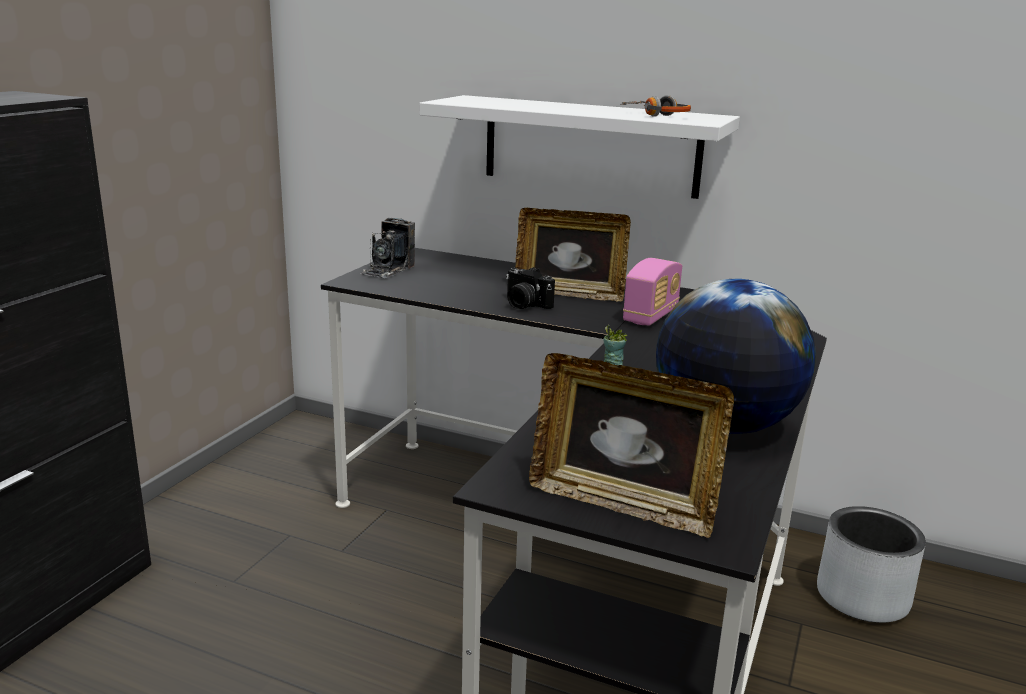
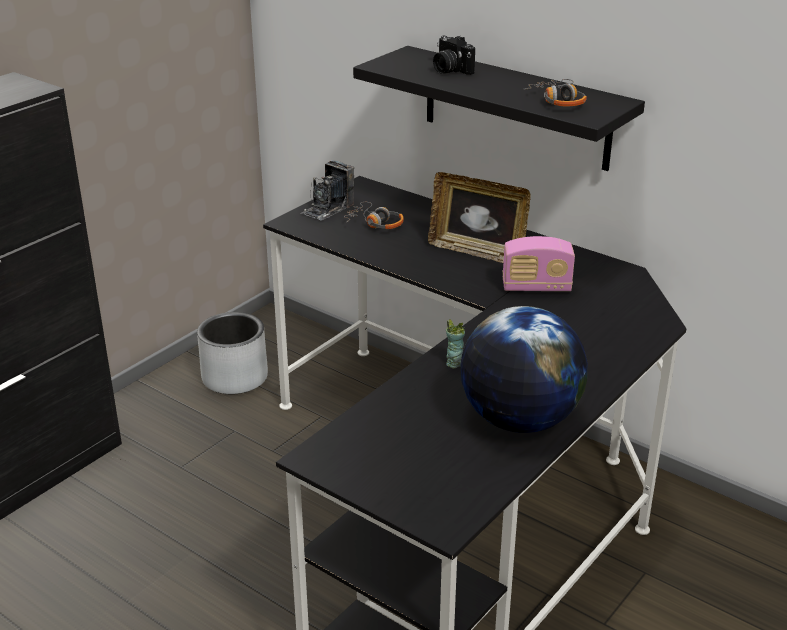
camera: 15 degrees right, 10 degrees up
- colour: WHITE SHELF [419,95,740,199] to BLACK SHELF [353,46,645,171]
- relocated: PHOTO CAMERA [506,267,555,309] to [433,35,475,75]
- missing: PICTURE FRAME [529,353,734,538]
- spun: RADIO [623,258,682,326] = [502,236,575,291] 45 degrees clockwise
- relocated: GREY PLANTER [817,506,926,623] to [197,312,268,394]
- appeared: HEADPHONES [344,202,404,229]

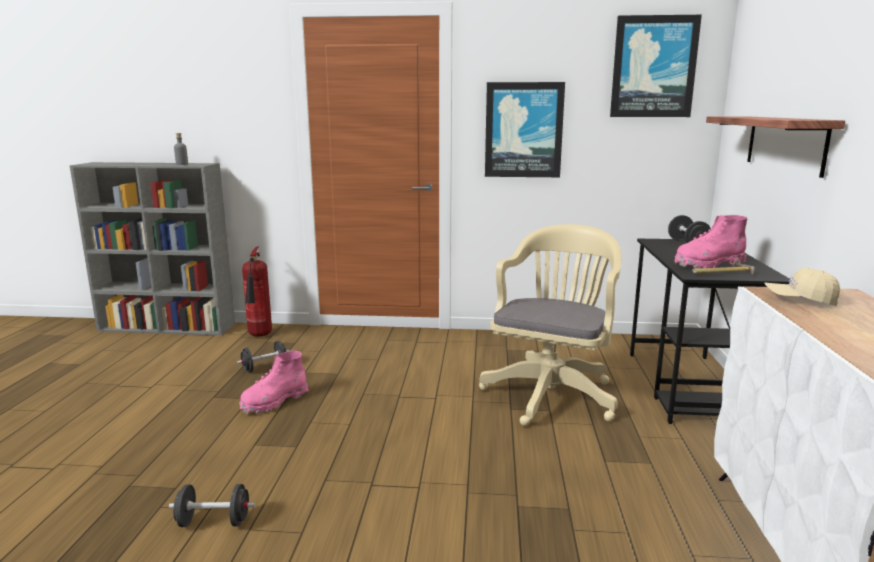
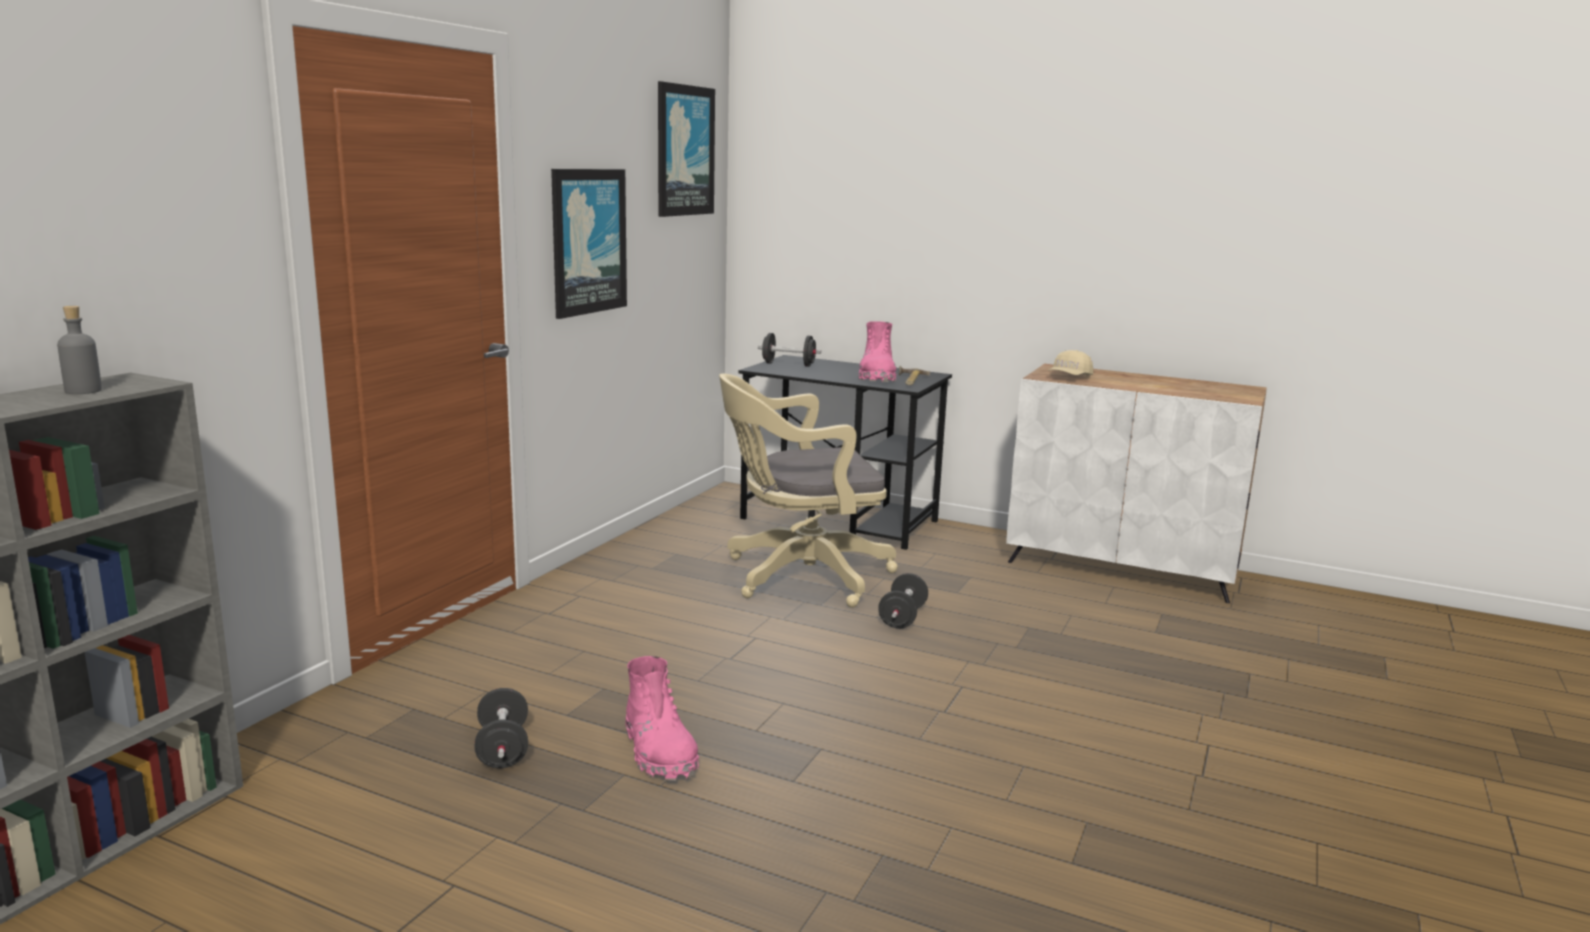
camera: 70 degrees left, 0 degrees up
- relocated: BLACK DUMBBELL [169,484,255,527] to [878,573,928,629]
- missing: FIRE EXTINGUISHER [242,246,272,336]
- spun: BEIGE OFFICE CHAIR [479,224,621,426] = [719,373,898,608] 60 degrees counterclockwise
- missing: SHELF [706,116,845,178]

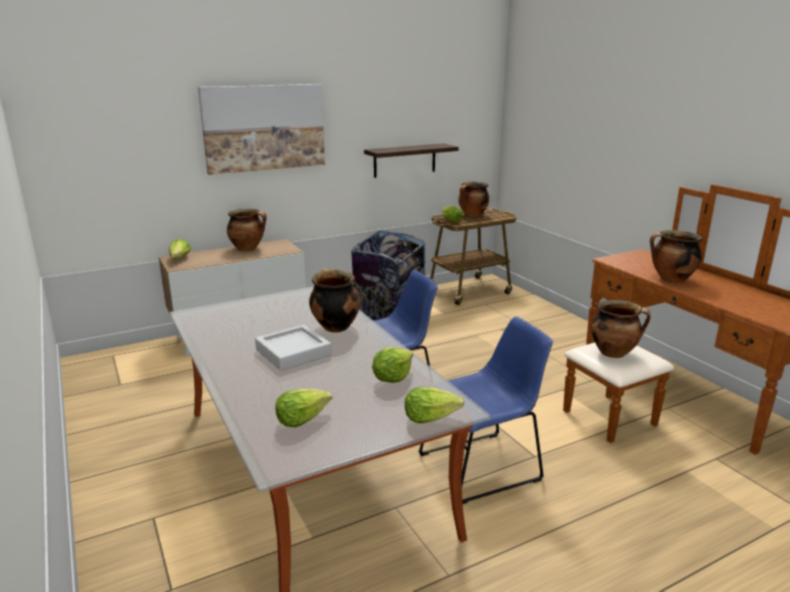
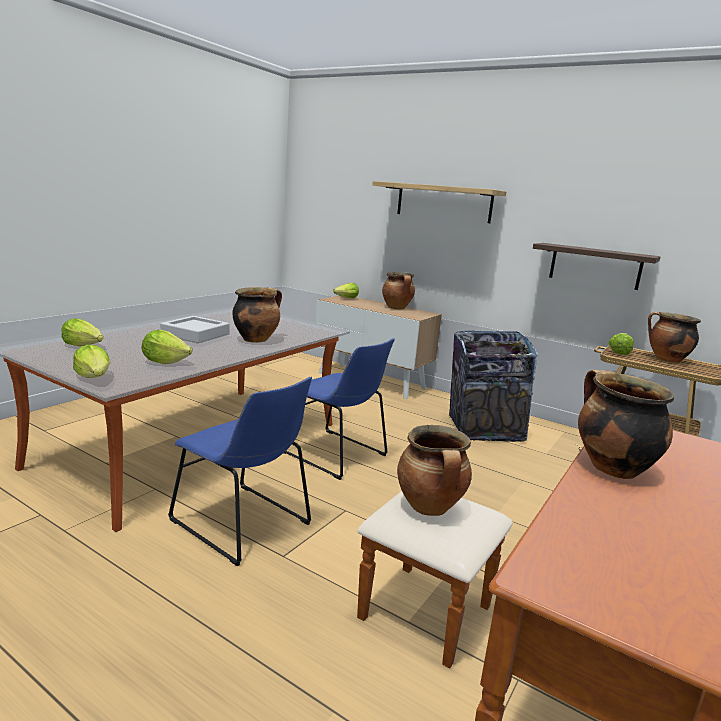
camera: 60 degrees right, 5 degrees down
- exchanged: PICTURE [198,84,325,175] to SHELF [373,181,506,223]

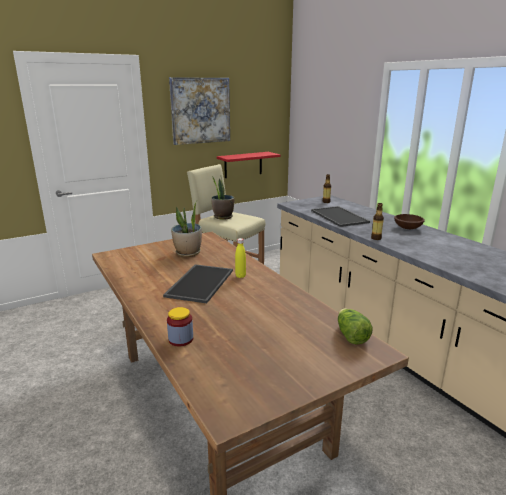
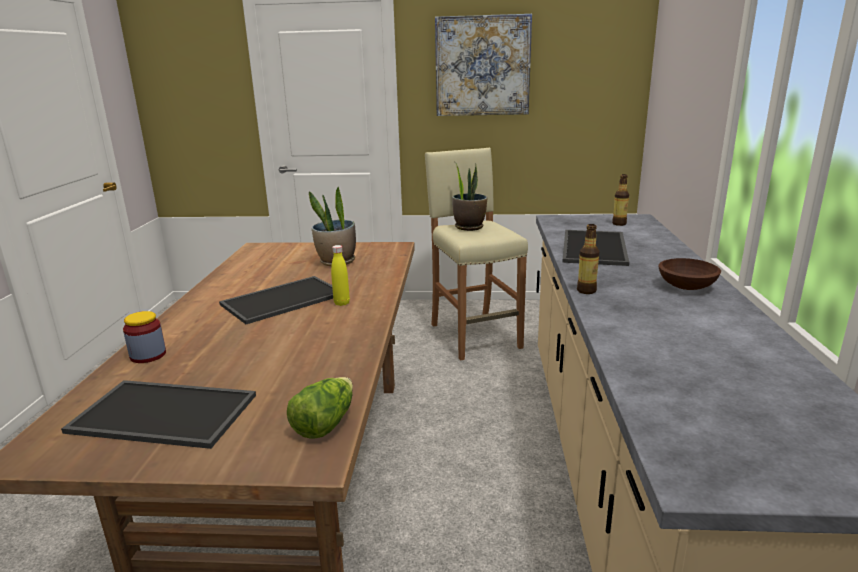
camera: 35 degrees right, 0 degrees up
- missing: RED SHELF [217,152,280,178]
- appeared: TRAY [61,380,256,449]

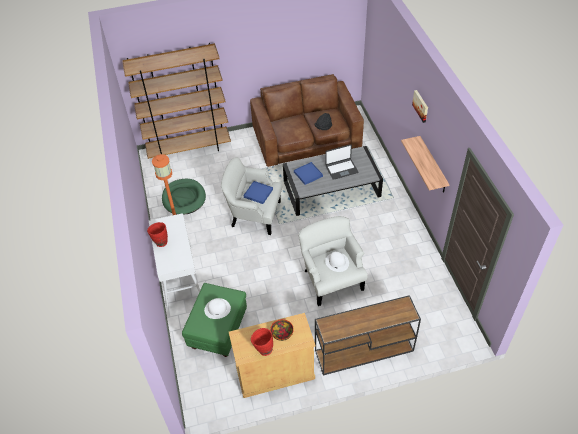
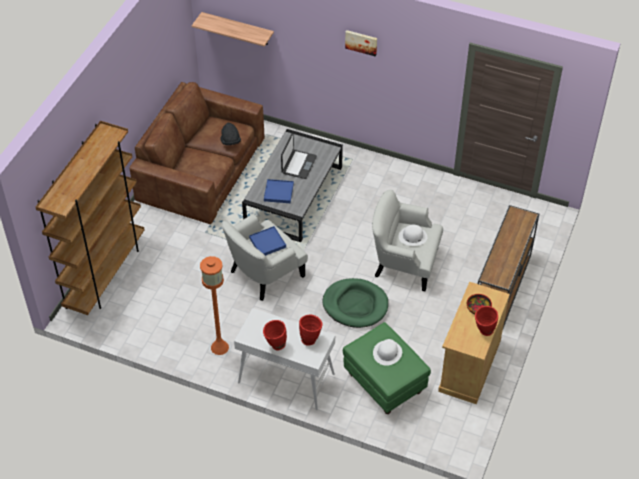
camera: 55 degrees left, 0 degrees up
- relocated: GREEN DOG BED [162,179,206,215] to [322,278,388,328]
- relocated: SHELF [401,136,449,193] to [192,12,274,47]
- appeared: RED VASE [299,315,322,346]

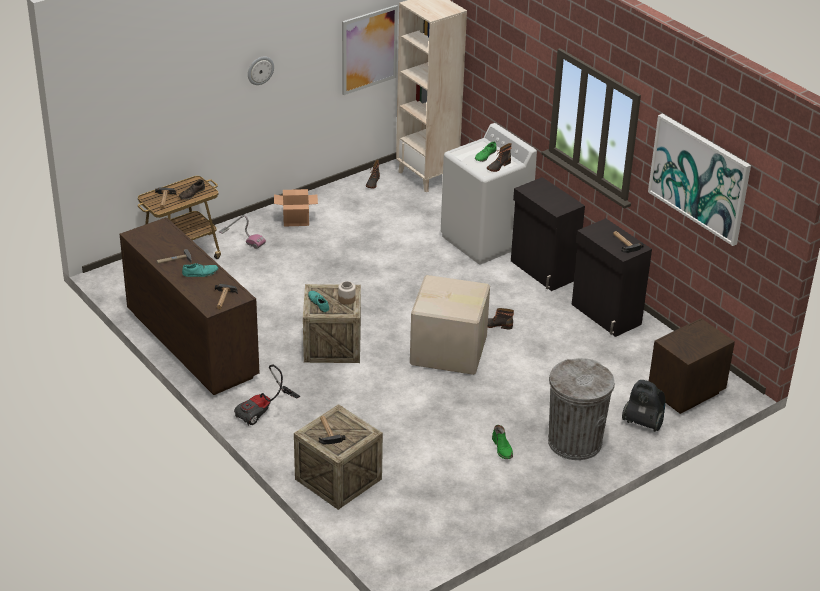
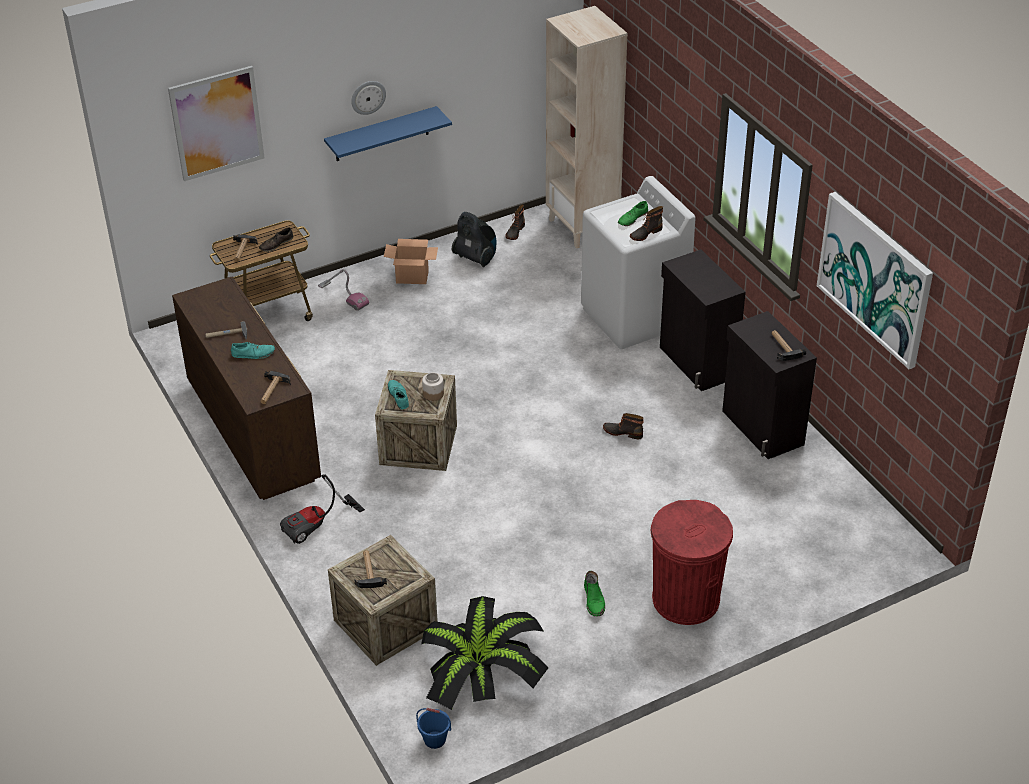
camera: 10 degrees right, 5 degrees up
- relocated: PICTURE [342,5,398,95] to [168,66,265,181]
- missing: CARDBOARD BOX [410,275,490,375]
- colour: GREY TRASH CAN [548,358,615,460] to RED TRASH CAN [651,500,733,625]
- relocated: VACUUM CLEANER [622,380,665,432] to [452,212,496,267]
- missing: BROWN NIGHTSTAND [649,318,735,414]
- appeared: BLUE SHELF [324,106,452,161]
- appeared: BLUE BUCKET [416,708,451,749]
- appeared: POTTED PLANT [421,596,548,710]

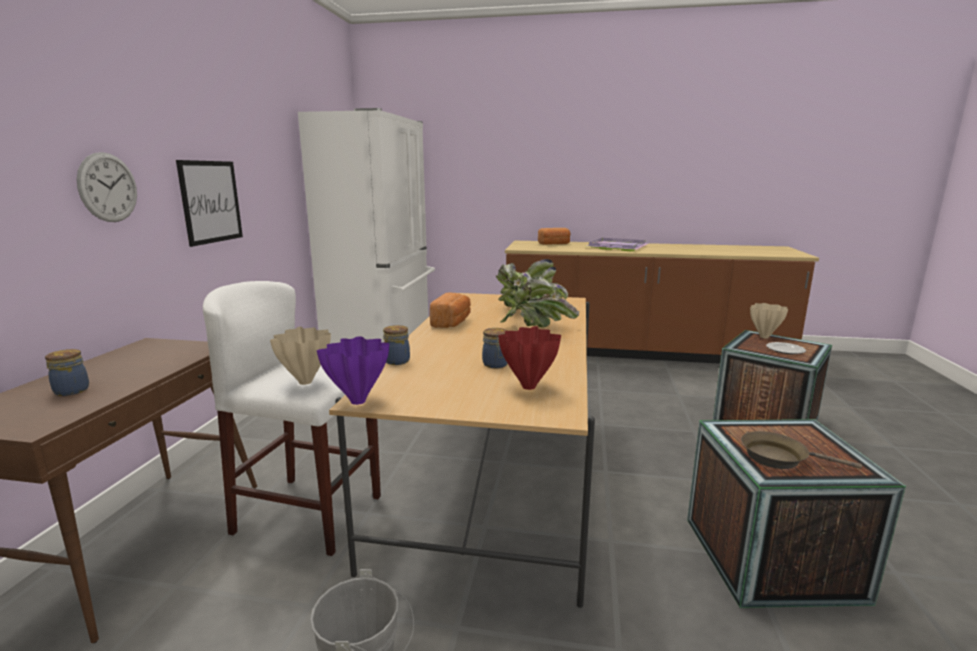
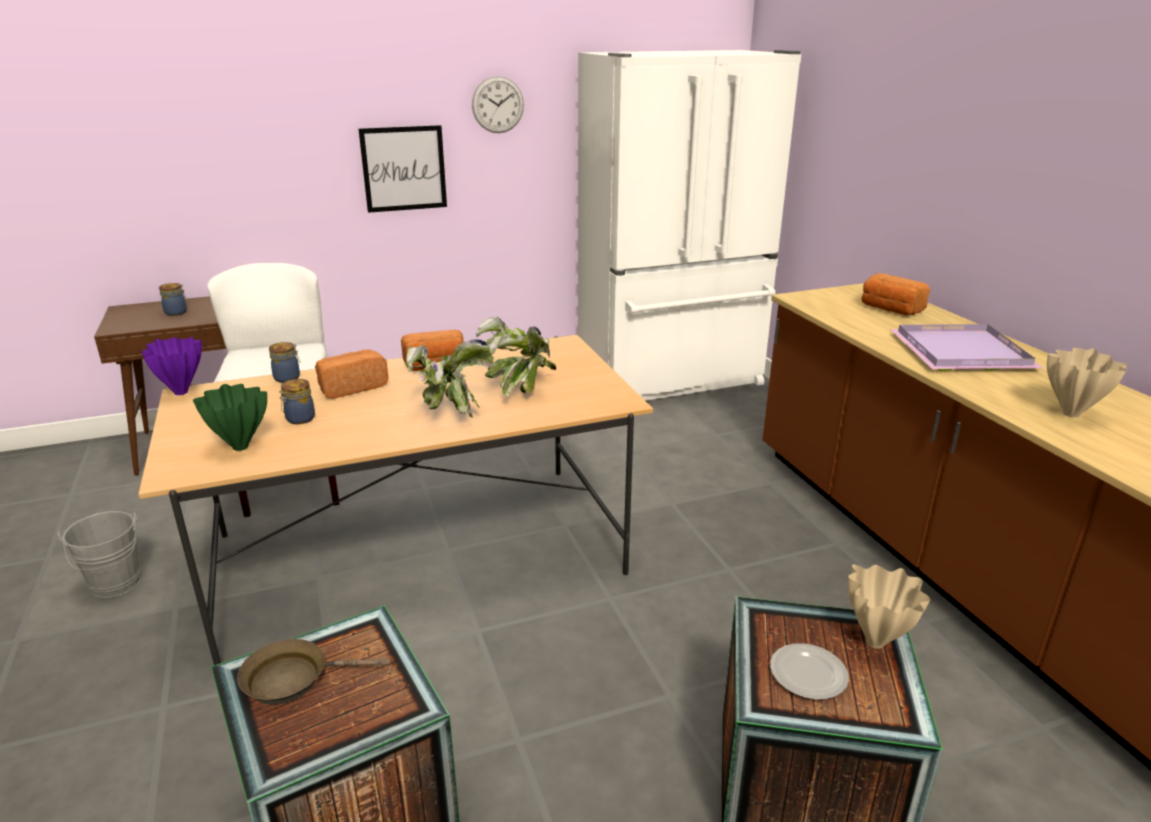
camera: 60 degrees right, 10 degrees up
- relocated: WALL CLOCK [77,152,137,222] to [472,76,524,133]
- relocated: BEIGE VASE [270,327,331,385] to [1047,348,1127,418]
- colour: RED VASE [498,326,561,390] to GREEN VASE [193,384,267,451]
- spun: BROWN FRYING PAN [741,431,862,469] = [237,639,390,705] 90 degrees counterclockwise
- appeared: BREAD [315,350,389,399]

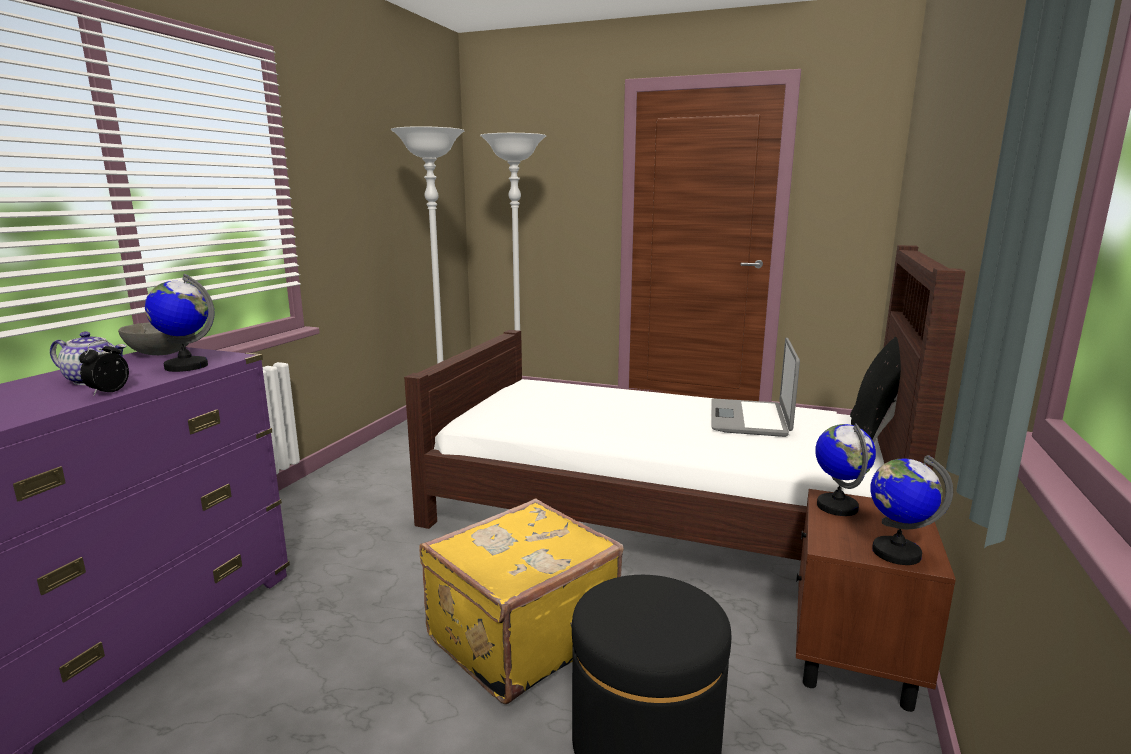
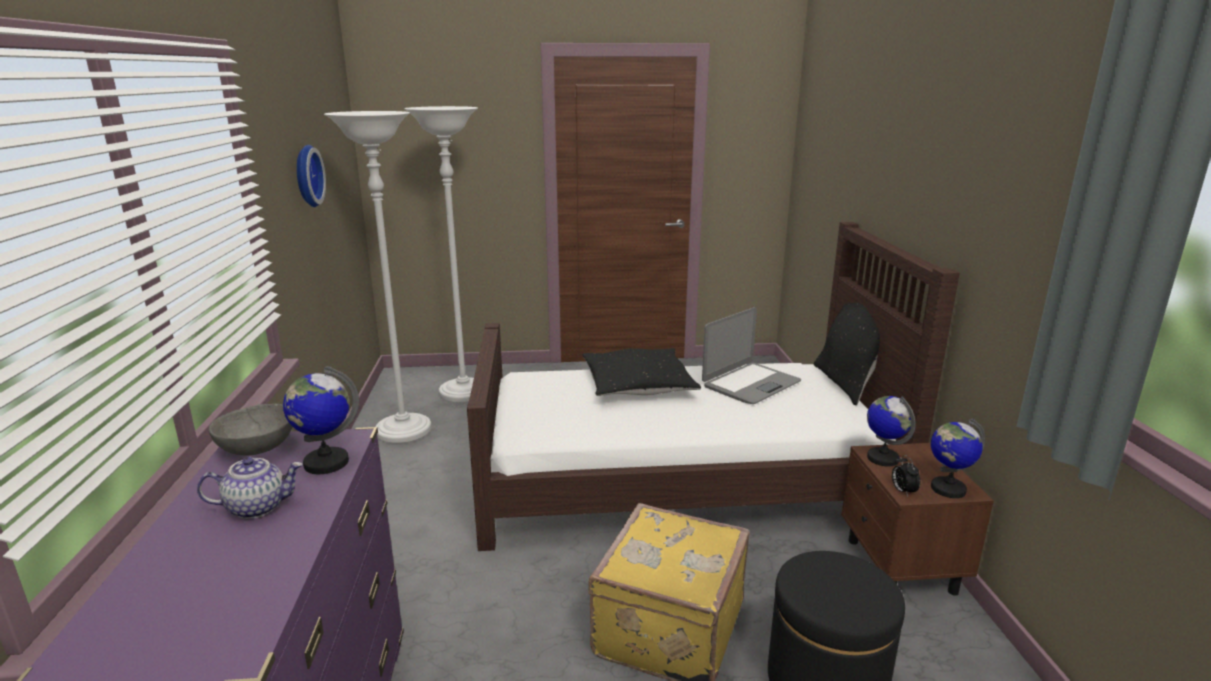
camera: 25 degrees left, 5 degrees up
- relocated: ALARM CLOCK [79,340,129,395] to [892,455,920,497]
- spun: LAPTOP [712,338,800,437] = [702,307,801,404] 120 degrees counterclockwise
- appeared: WALL CLOCK [297,145,326,207]
- appeared: BLACK PILLOW [583,348,701,396]

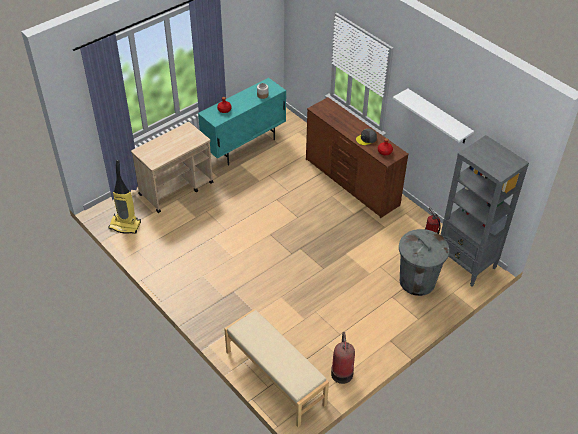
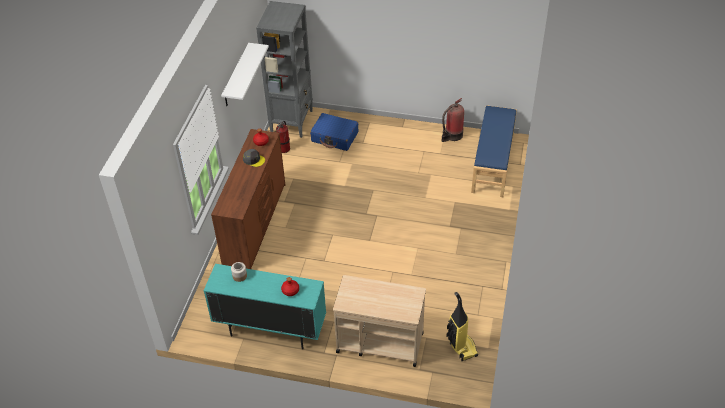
camera: 125 degrees left, 0 degrees up
- colour: BEIGE BENCH [224,309,329,427] to BLUE BENCH [471,105,517,197]
- exchanged: GREY TRASH CAN [399,229,449,296] to BLUE SUITCASE [310,113,358,151]

